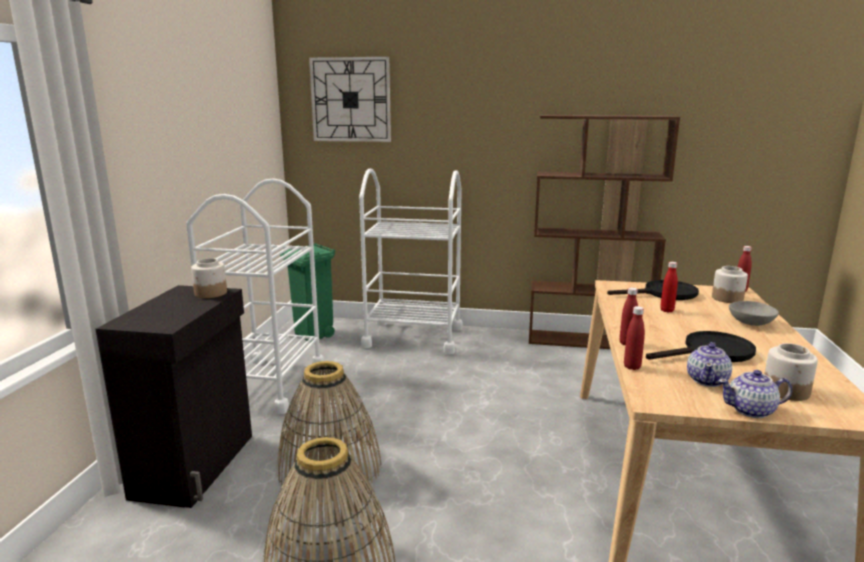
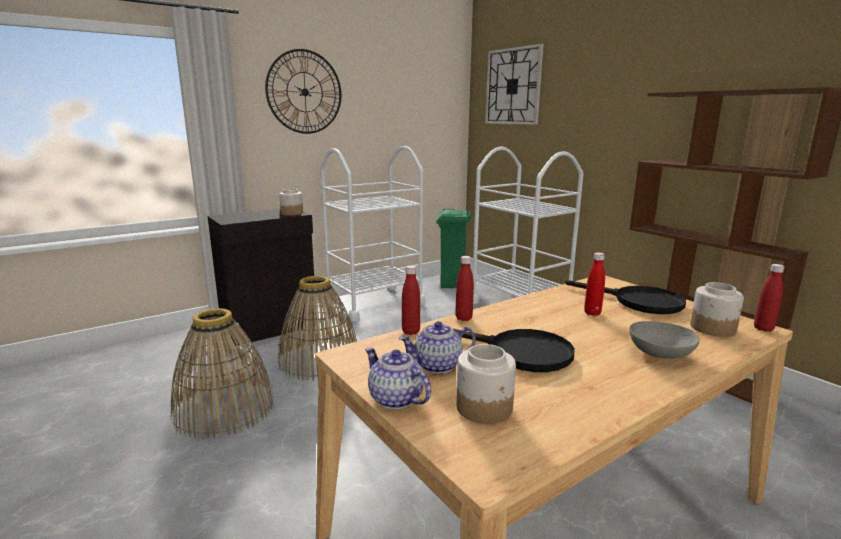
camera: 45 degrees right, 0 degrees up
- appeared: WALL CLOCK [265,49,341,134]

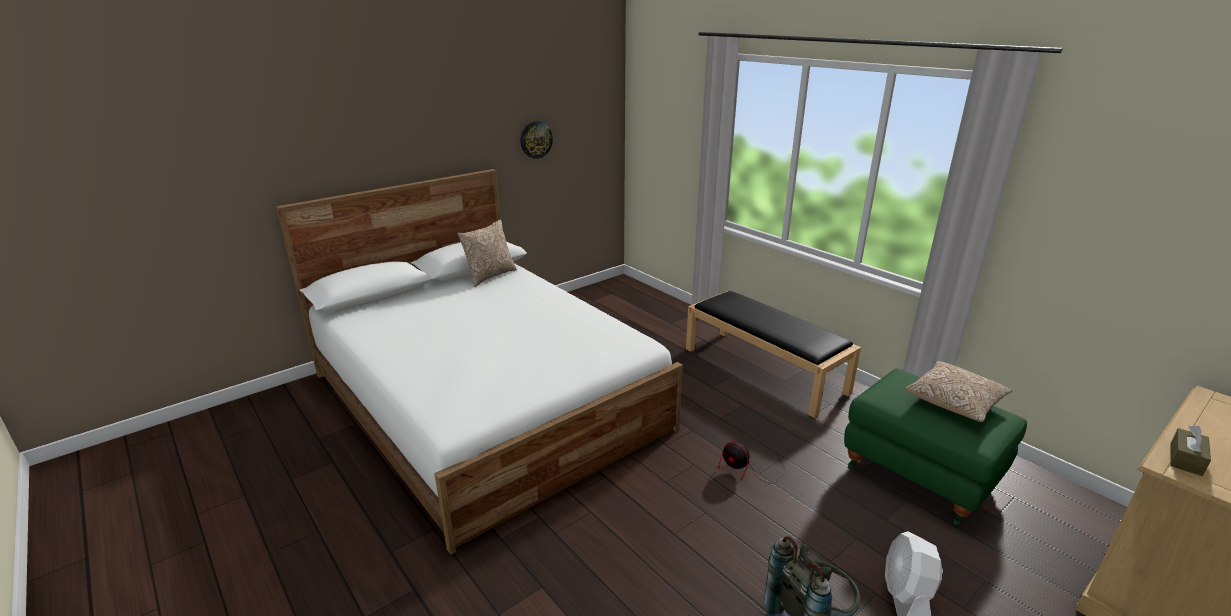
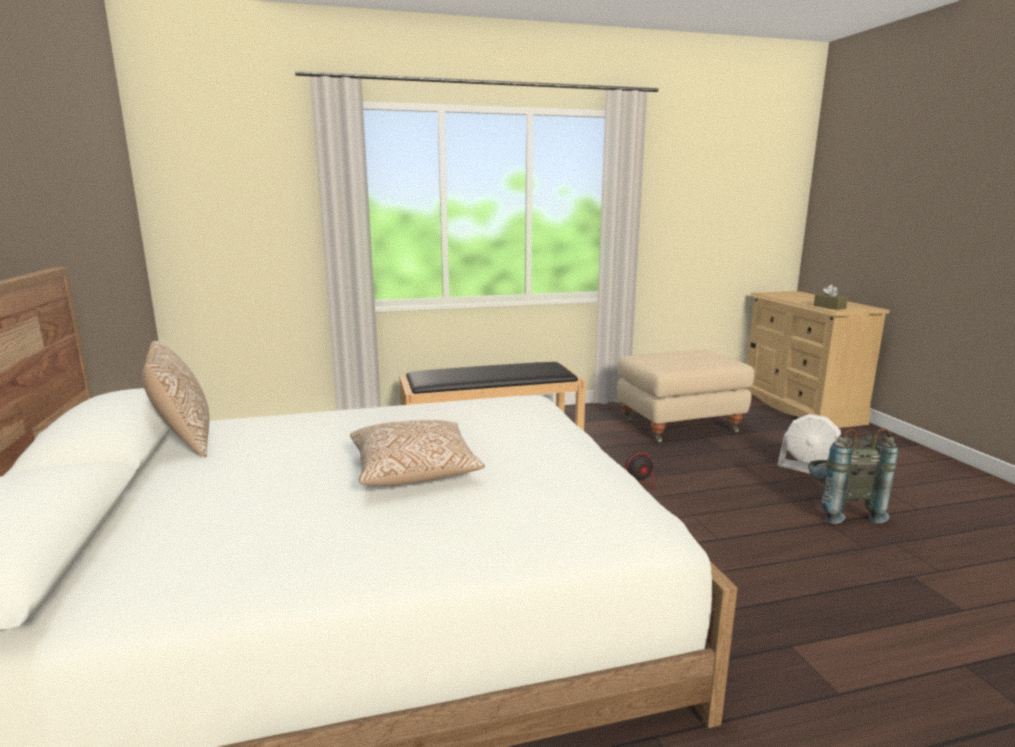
camera: 65 degrees left, 10 degrees down
- missing: WALL CLOCK [521,121,553,159]
- colour: GREEN OTTOMAN [844,368,1027,526] to BEIGE OTTOMAN [617,350,754,443]
- relocated: PILLOW [905,361,1012,422] to [350,420,485,486]

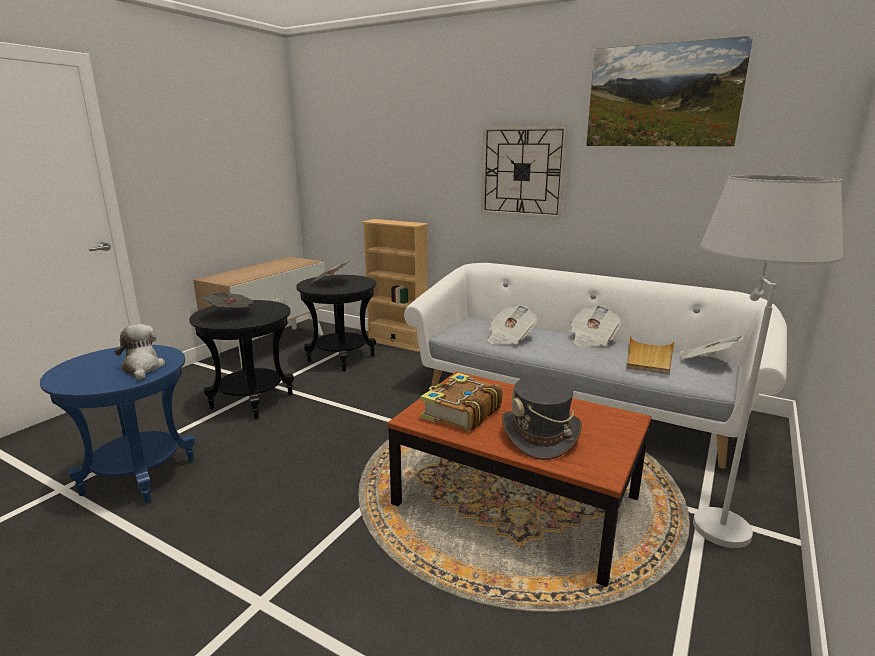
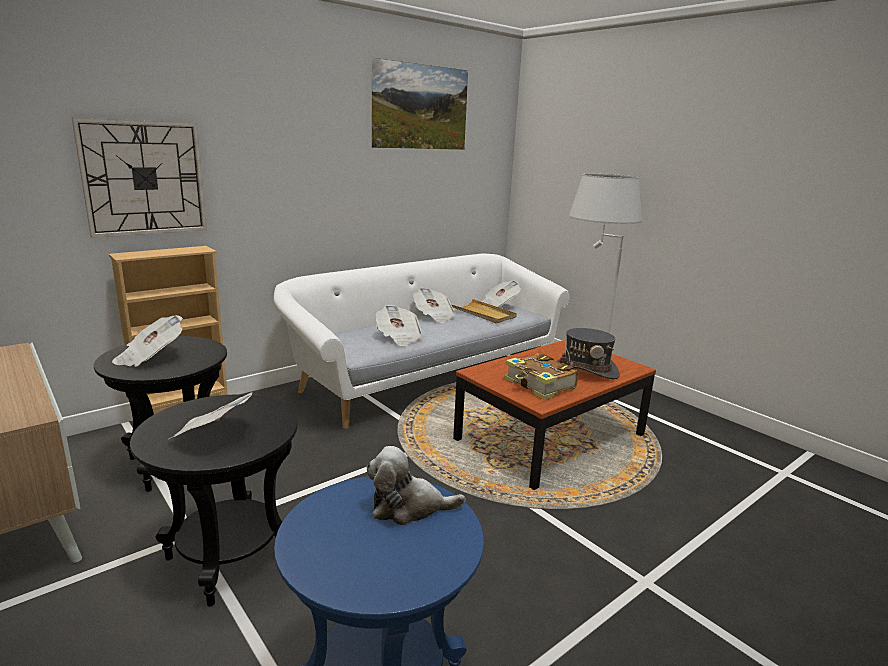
camera: 70 degrees left, 0 degrees up
- relocated: WALL CLOCK [481,125,568,219] to [71,117,207,238]

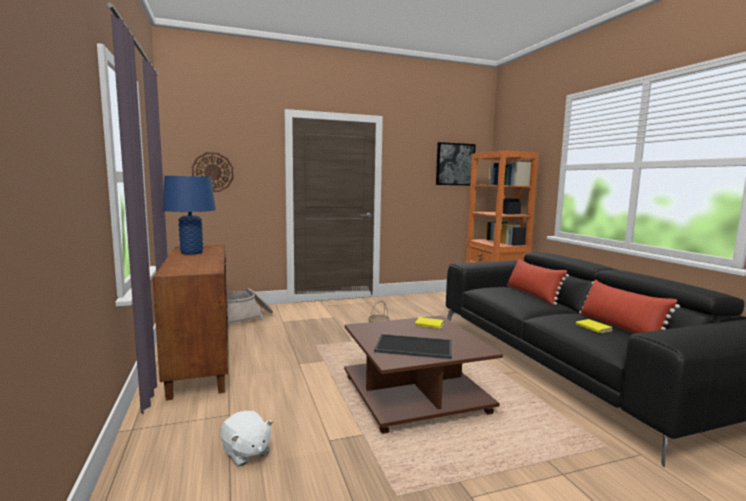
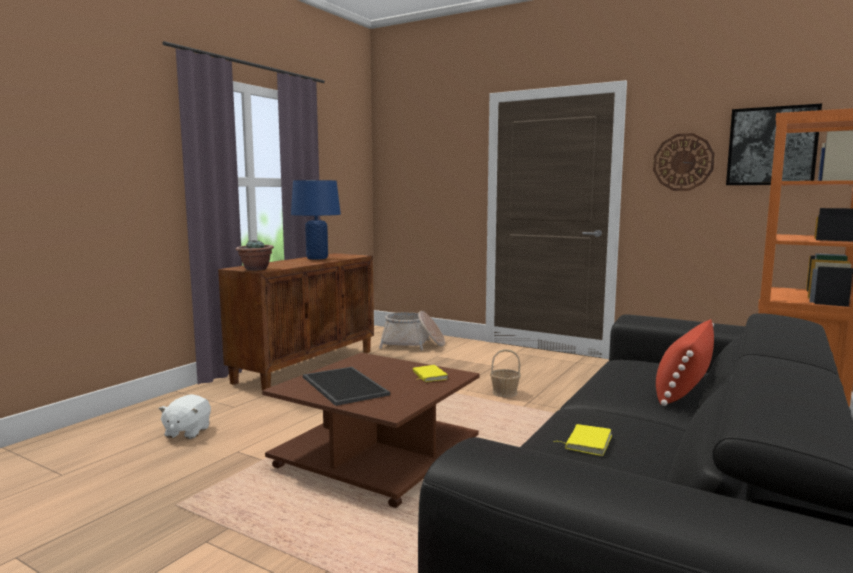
camera: 50 degrees right, 0 degrees up
- relocated: WALL CLOCK [192,152,234,192] to [653,133,715,191]
- missing: RED PILLOW [579,280,680,334]
- appeared: POTTED PLANT [236,240,274,271]

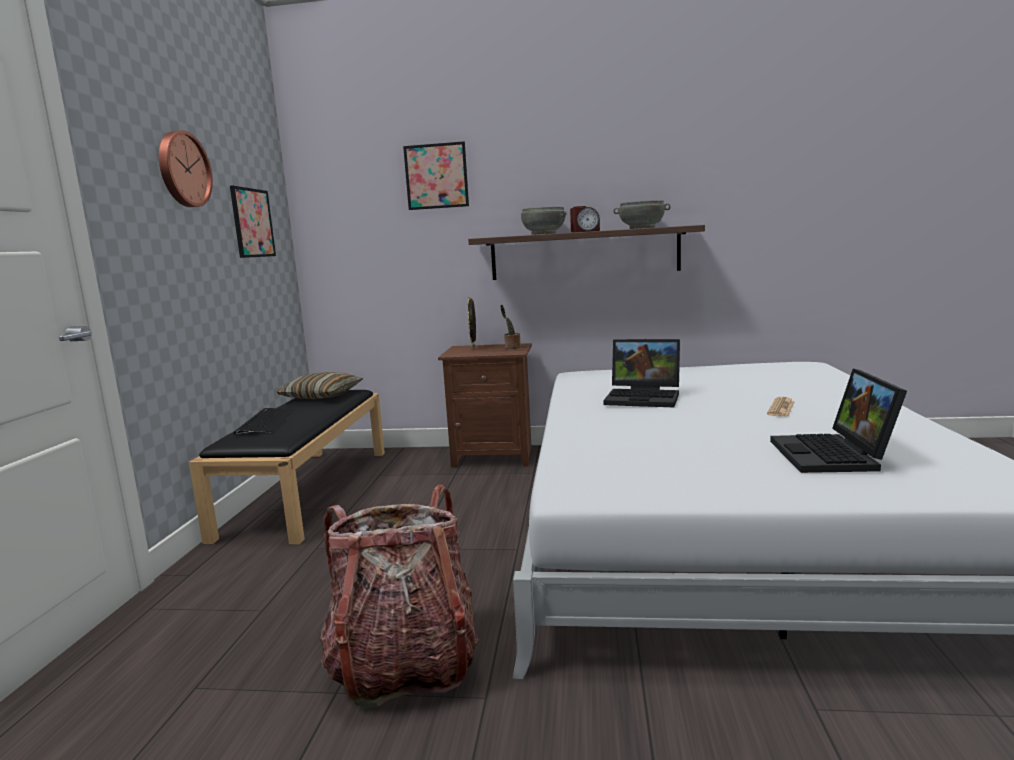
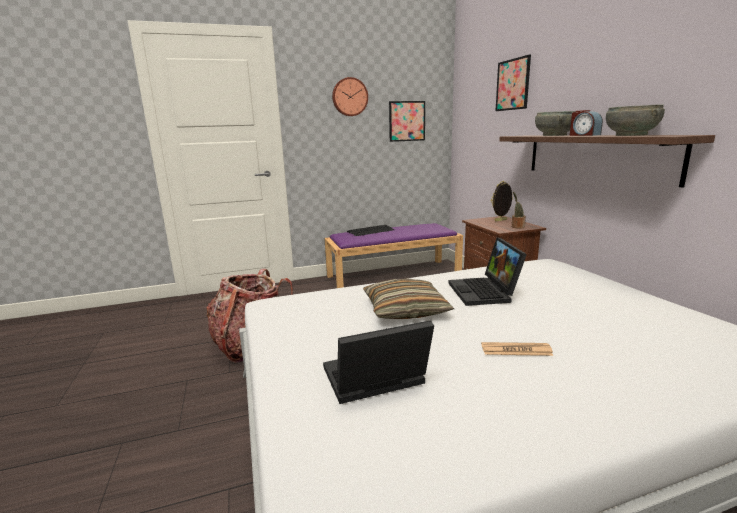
camera: 65 degrees right, 5 degrees up
- colour: BLACK BENCH [189,390,385,544] to PURPLE BENCH [324,223,463,288]
- relocated: PILLOW [276,372,363,399] to [363,278,454,319]

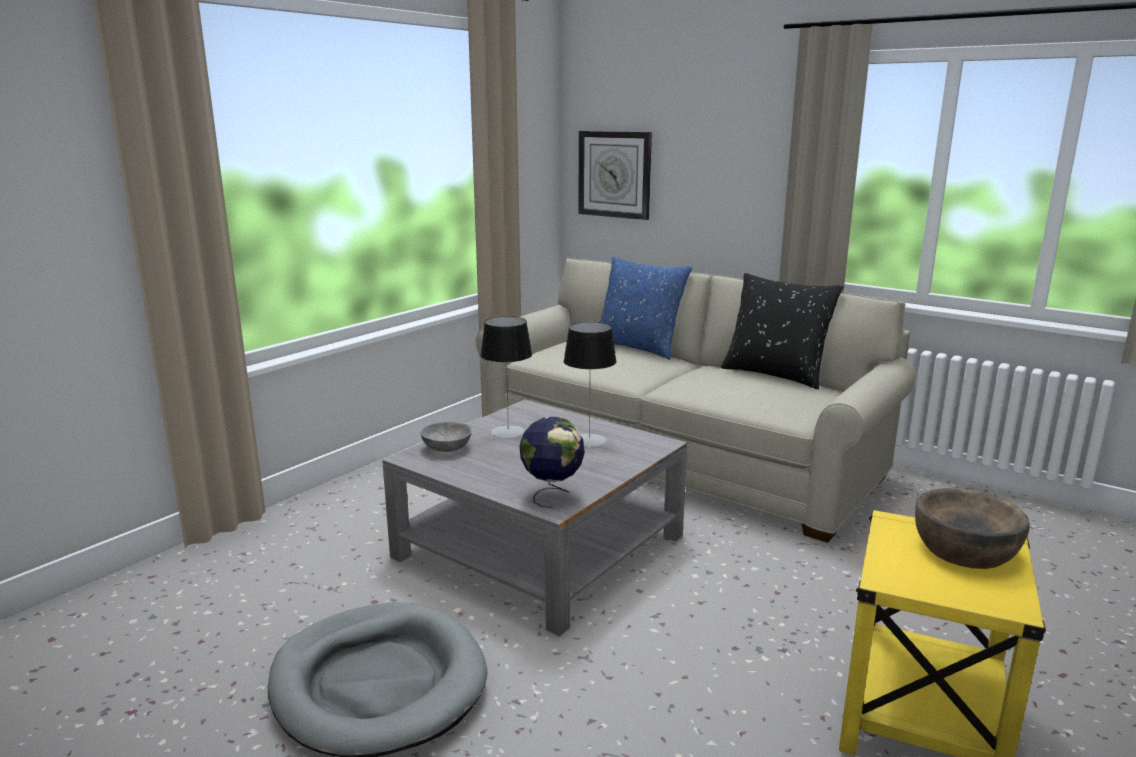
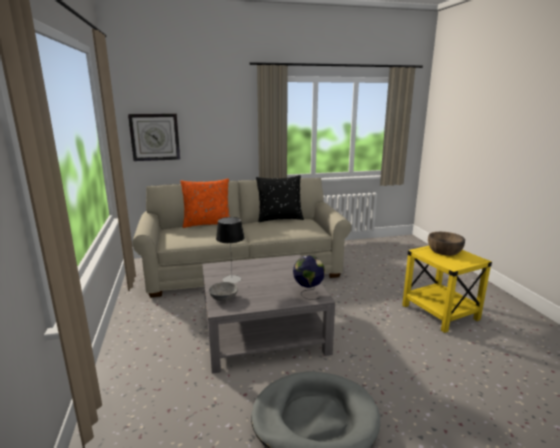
camera: 50 degrees left, 0 degrees up
- missing: TABLE LAMP [563,322,617,447]
- colour: BLUE PILLOW [600,257,692,359] to ORANGE PILLOW [180,178,230,228]

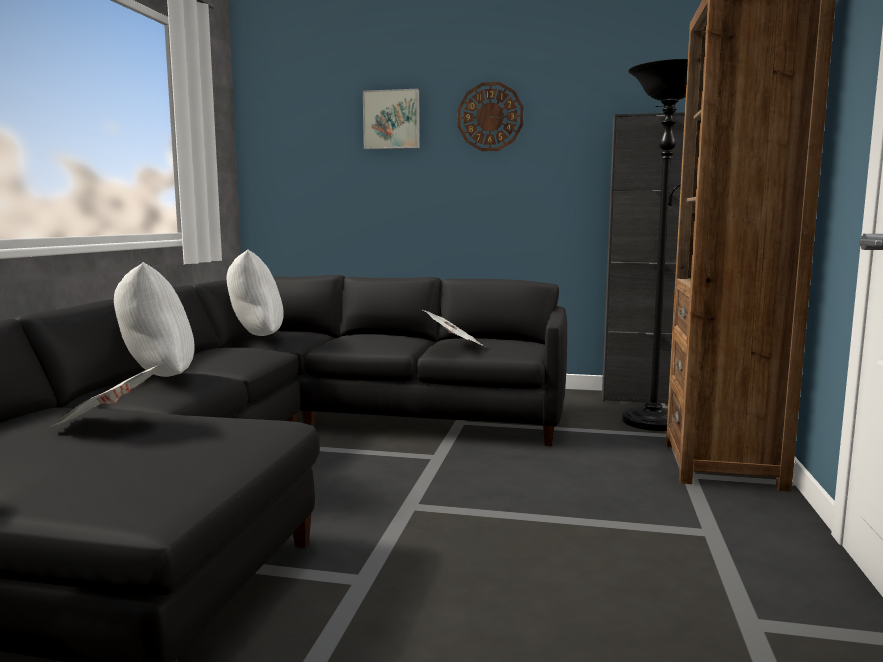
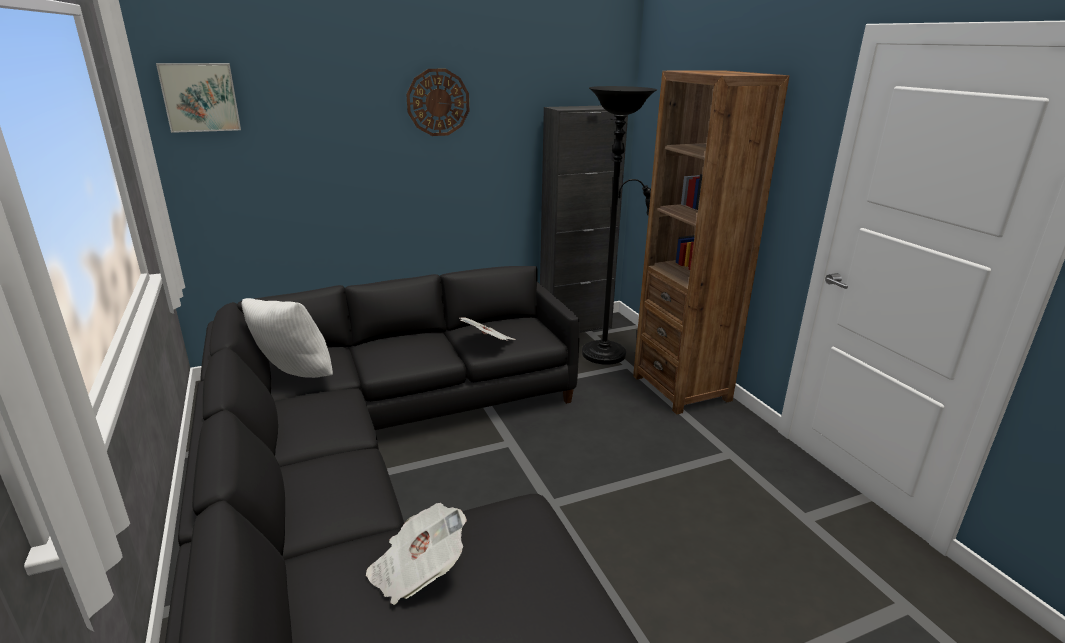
camera: 35 degrees left, 15 degrees up
- missing: WHITE PILLOW [114,262,195,377]
- relocated: PICTURE [363,89,420,149] to [156,63,241,133]

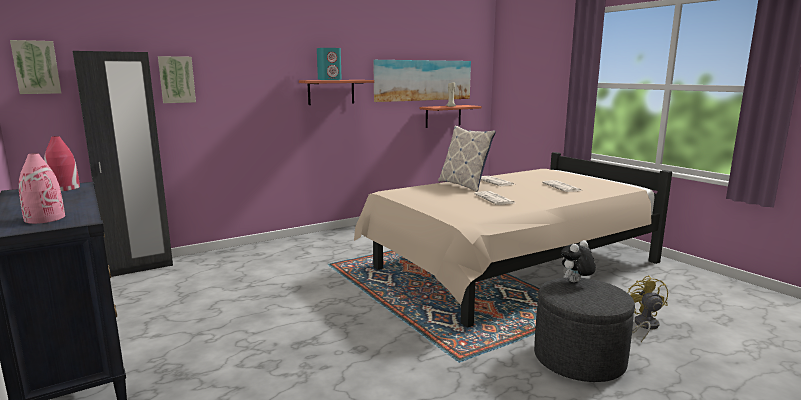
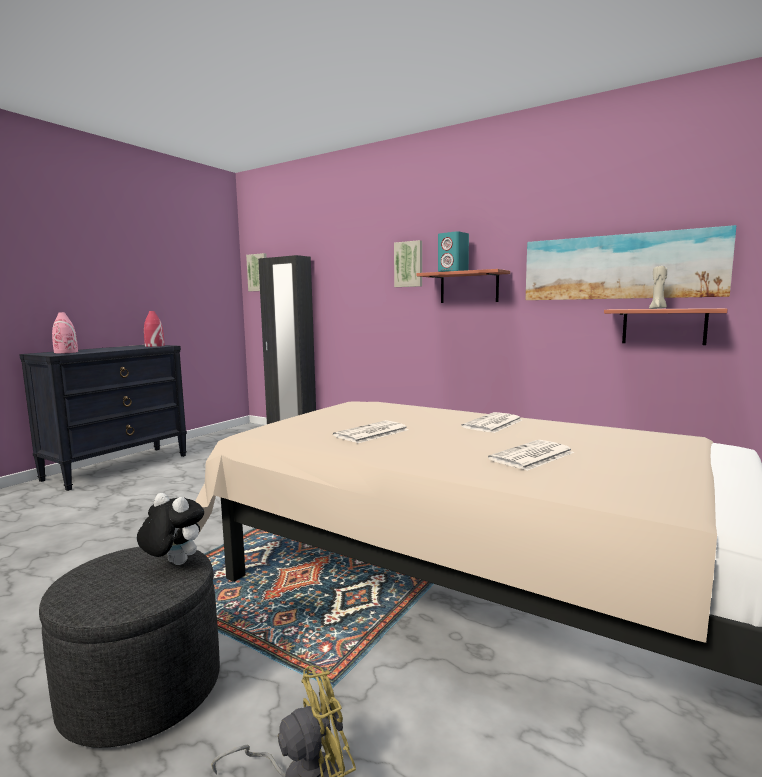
camera: 65 degrees right, 5 degrees down
- relocated: PICTURE [158,56,196,103] to [394,240,422,287]
- missing: PILLOW [438,125,496,192]

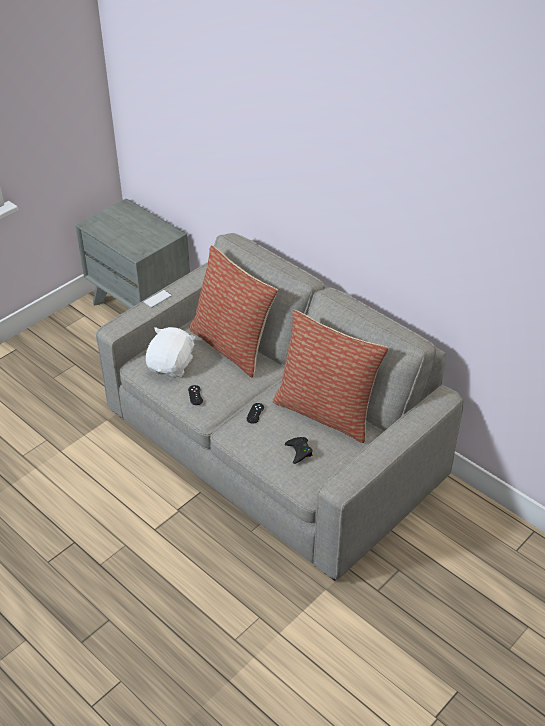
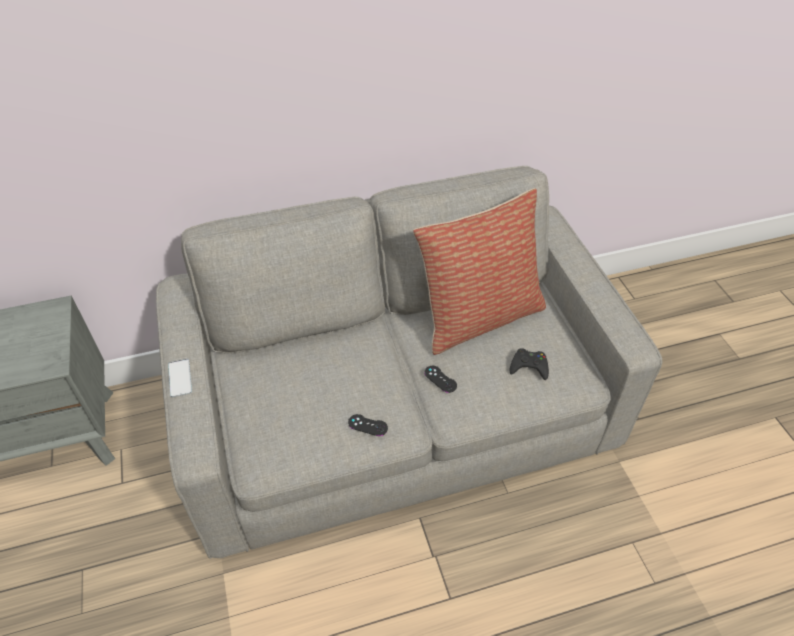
camera: 60 degrees left, 5 degrees up
- missing: WHITE PLUSH TOY [146,327,196,377]
- missing: PILLOW [189,245,278,377]

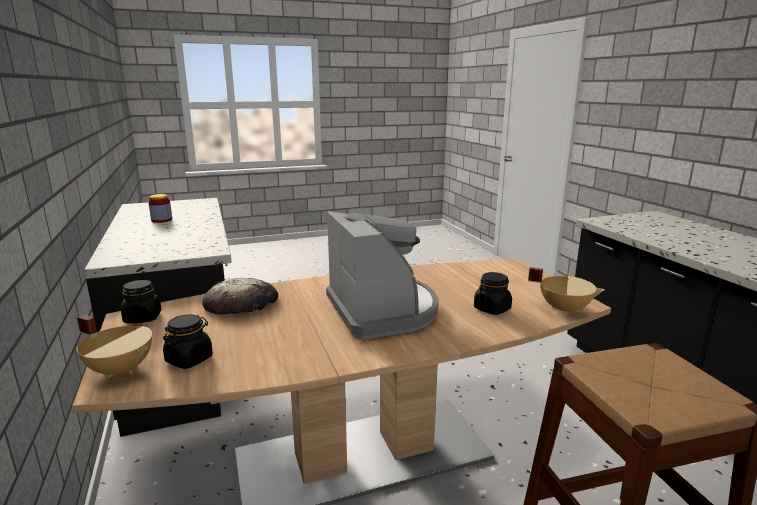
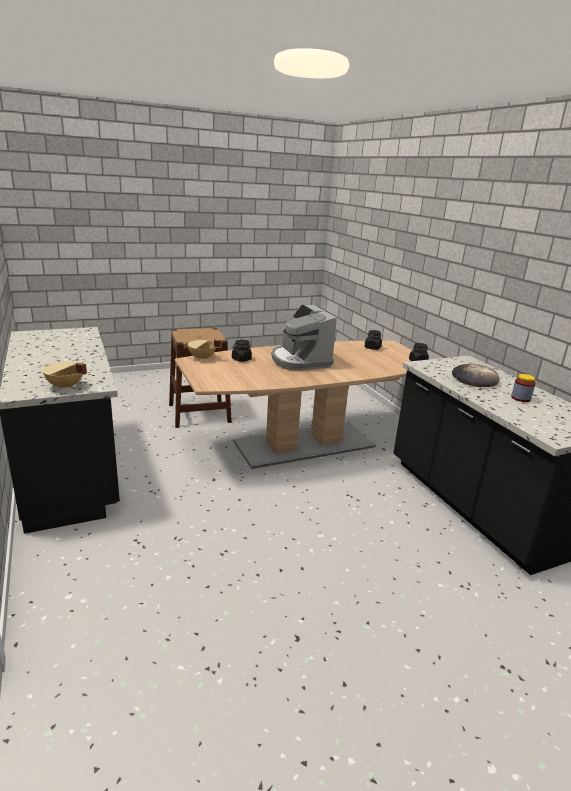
camera: 175 degrees right, 5 degrees up
- relocated: BEIGE COOKING POT [77,315,152,378] to [42,362,87,390]
- relocated: BREAD [202,278,278,315] to [452,364,500,387]

